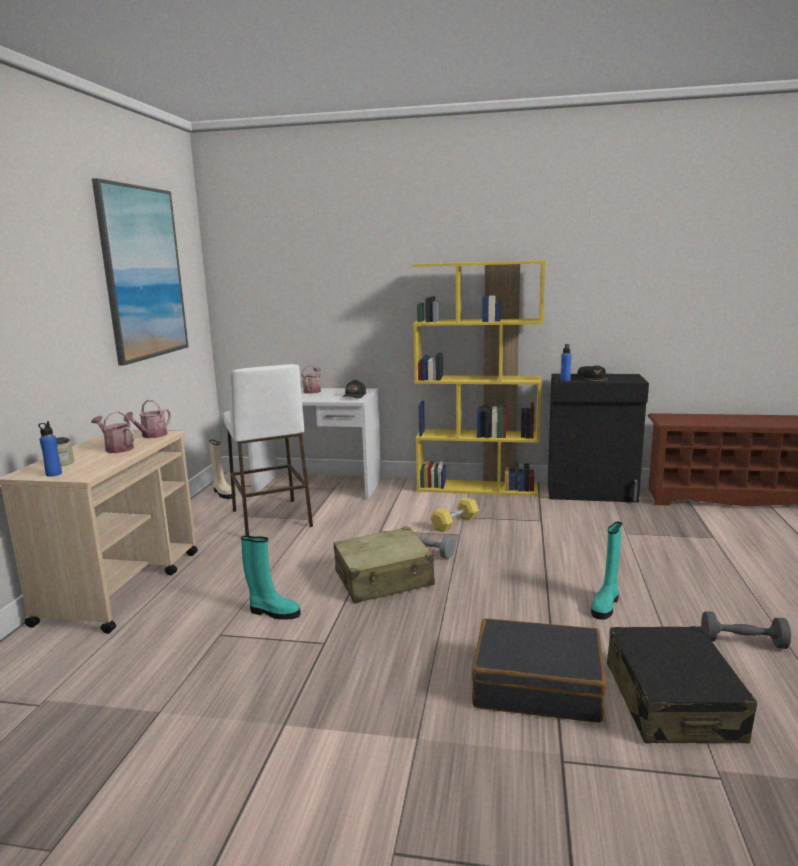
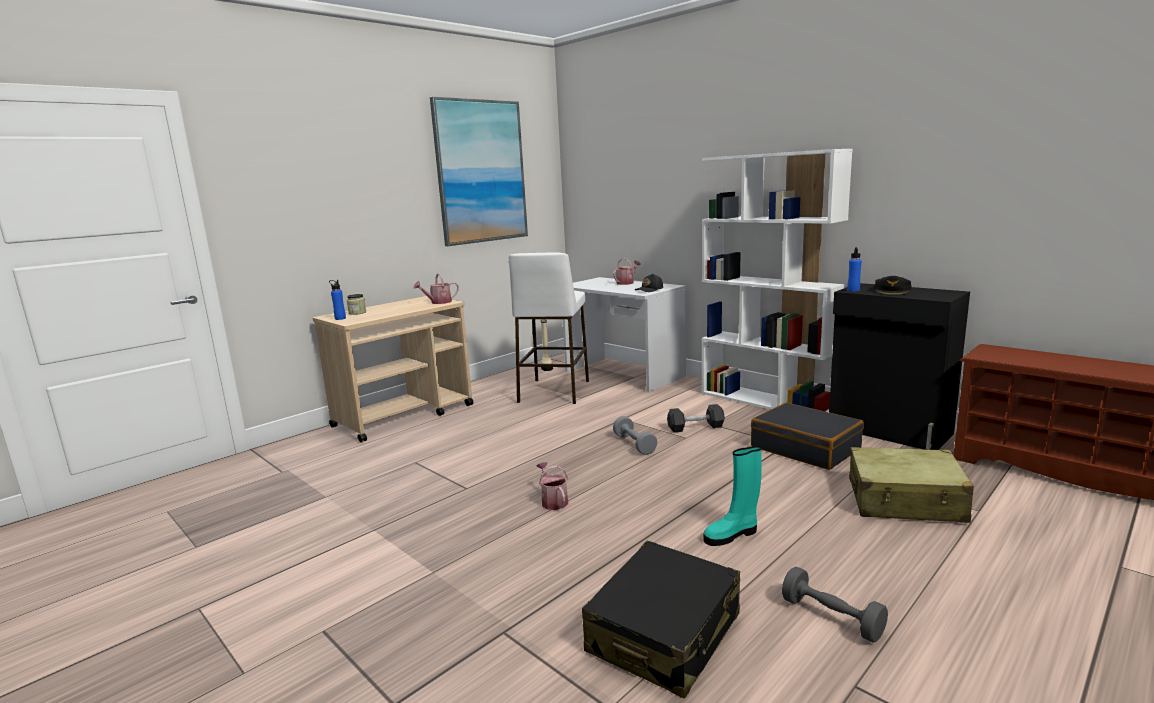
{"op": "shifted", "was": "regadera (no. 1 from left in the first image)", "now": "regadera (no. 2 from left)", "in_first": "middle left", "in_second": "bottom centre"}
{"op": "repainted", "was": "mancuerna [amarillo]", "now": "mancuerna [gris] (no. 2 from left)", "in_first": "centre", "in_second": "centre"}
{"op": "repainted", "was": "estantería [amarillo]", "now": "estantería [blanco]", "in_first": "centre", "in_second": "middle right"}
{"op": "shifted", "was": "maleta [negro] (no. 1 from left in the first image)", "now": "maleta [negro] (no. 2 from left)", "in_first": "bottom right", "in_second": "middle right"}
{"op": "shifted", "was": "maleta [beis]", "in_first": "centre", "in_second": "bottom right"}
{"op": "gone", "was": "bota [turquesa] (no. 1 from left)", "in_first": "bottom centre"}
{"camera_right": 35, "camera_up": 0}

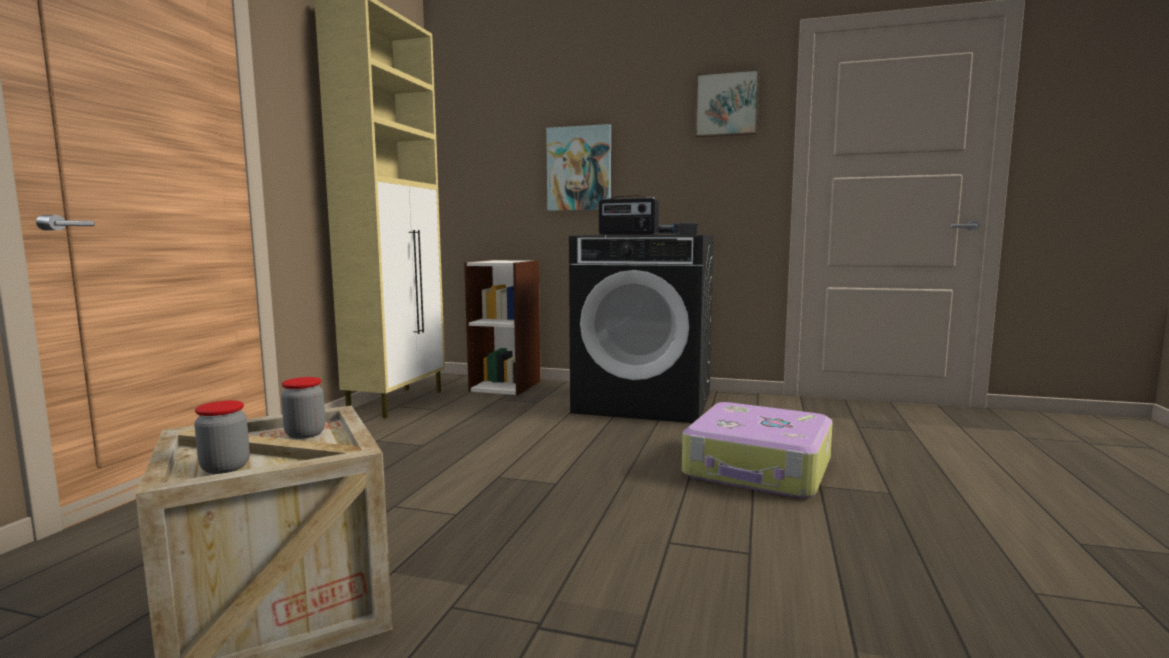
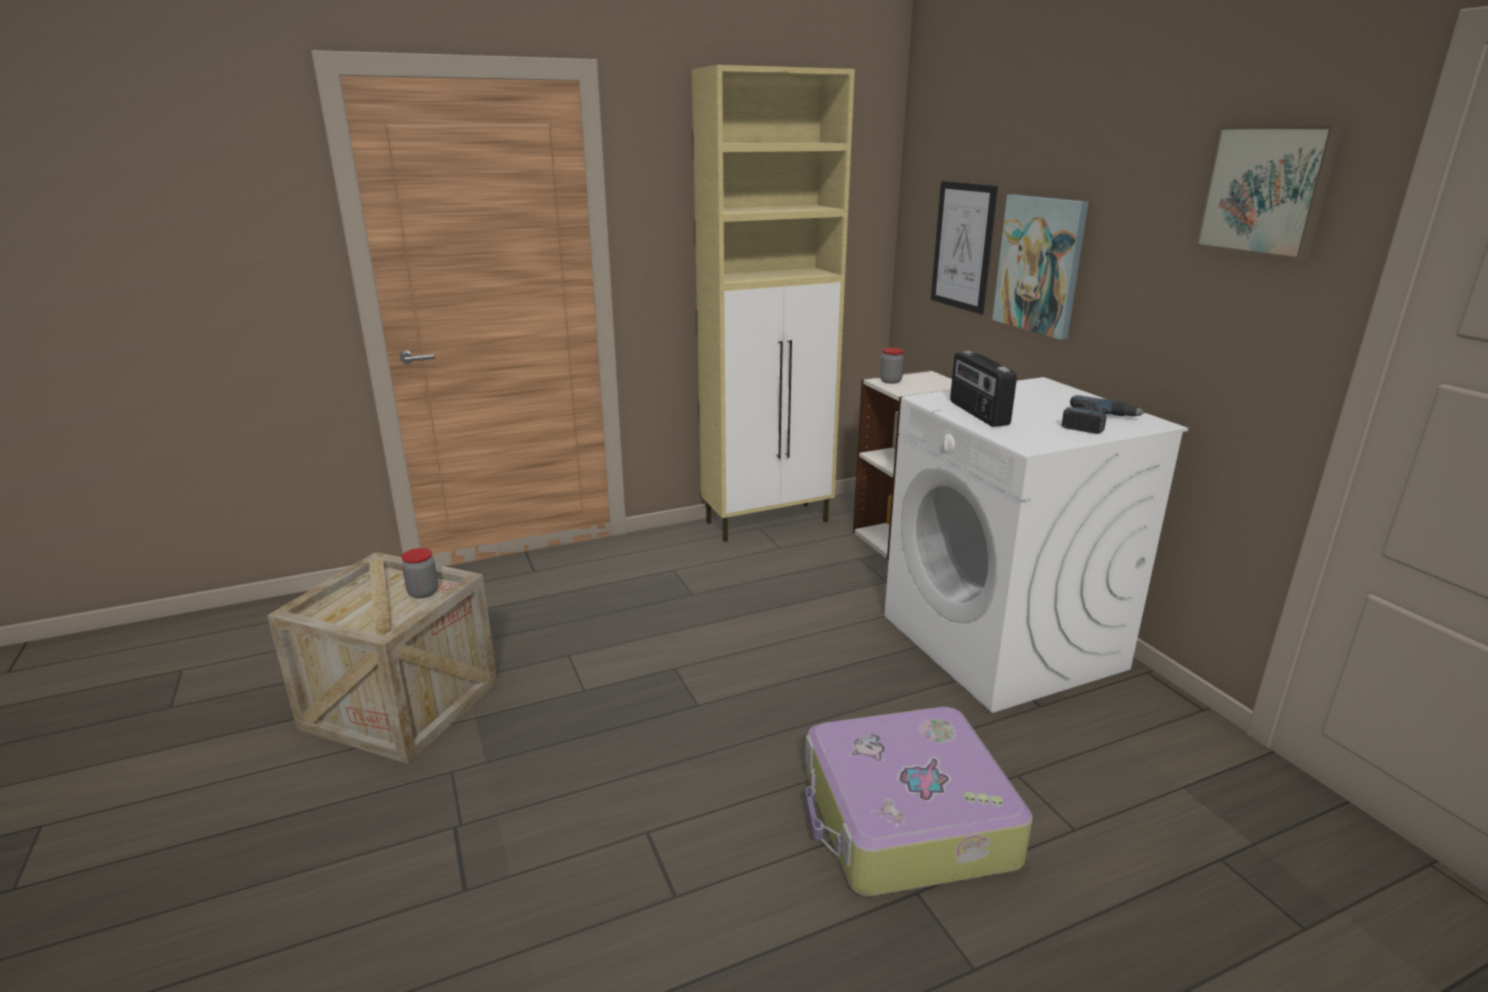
{"op": "shifted", "was": "tarro (no. 1 from left in the first image)", "now": "tarro (no. 2 from left)", "in_first": "middle left", "in_second": "centre"}
{"op": "repainted", "was": "lavadora [negro]", "now": "lavadora [blanco]", "in_first": "centre", "in_second": "middle right"}
{"op": "new", "now": "cuadro (no. 1 from left)", "in_second": "top centre"}
{"camera_right": 50, "camera_up": 15}

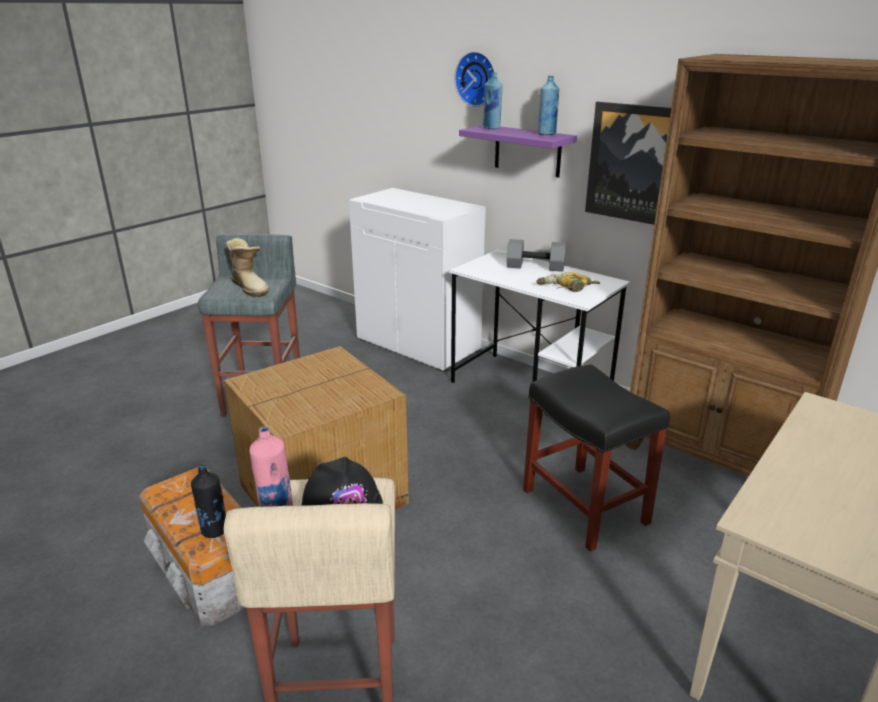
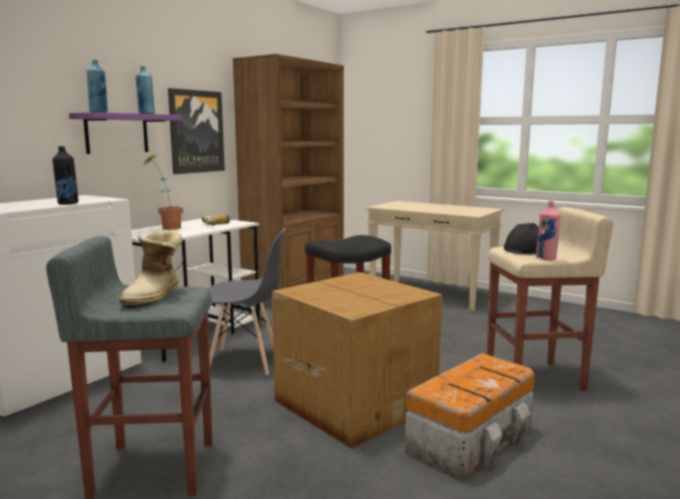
{"op": "shifted", "was": "botella [negro]", "in_first": "bottom left", "in_second": "middle left"}
{"op": "rotated", "was": "bota", "in_first": "middle left", "in_second": "middle left", "clockwise": 150}
{"op": "swapped", "was": "mancuerna [gris]", "now": "planta en maceta", "in_first": "centre", "in_second": "middle left"}
{"op": "new", "now": "silla [gris]", "in_second": "centre"}
{"op": "gone", "was": "reloj de pared", "in_first": "top centre"}
{"camera_right": -95, "camera_up": -15}

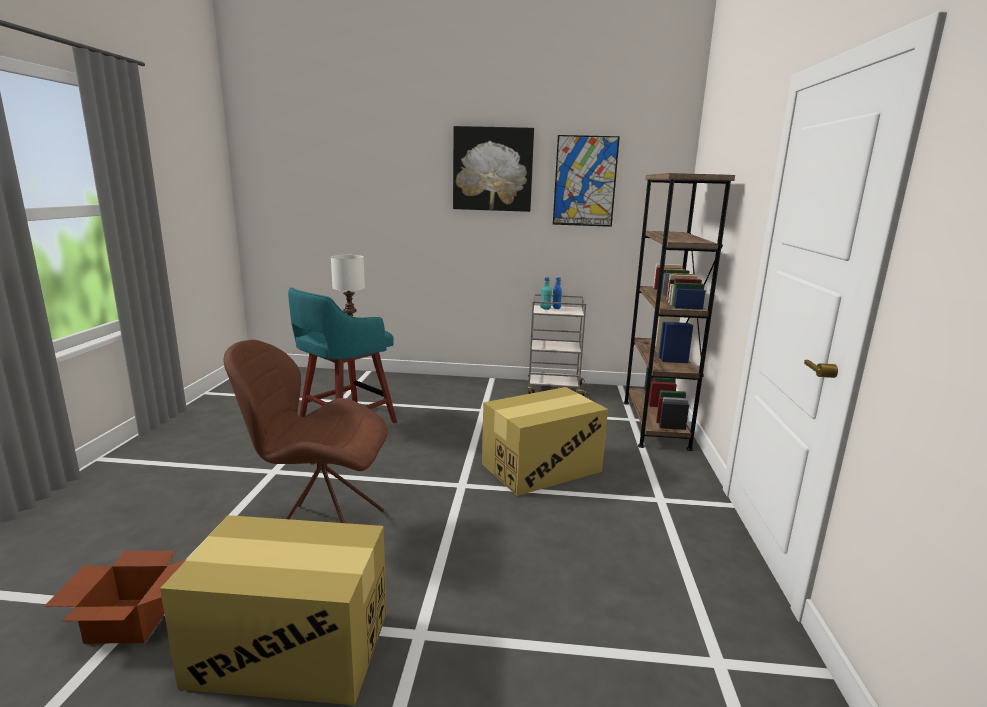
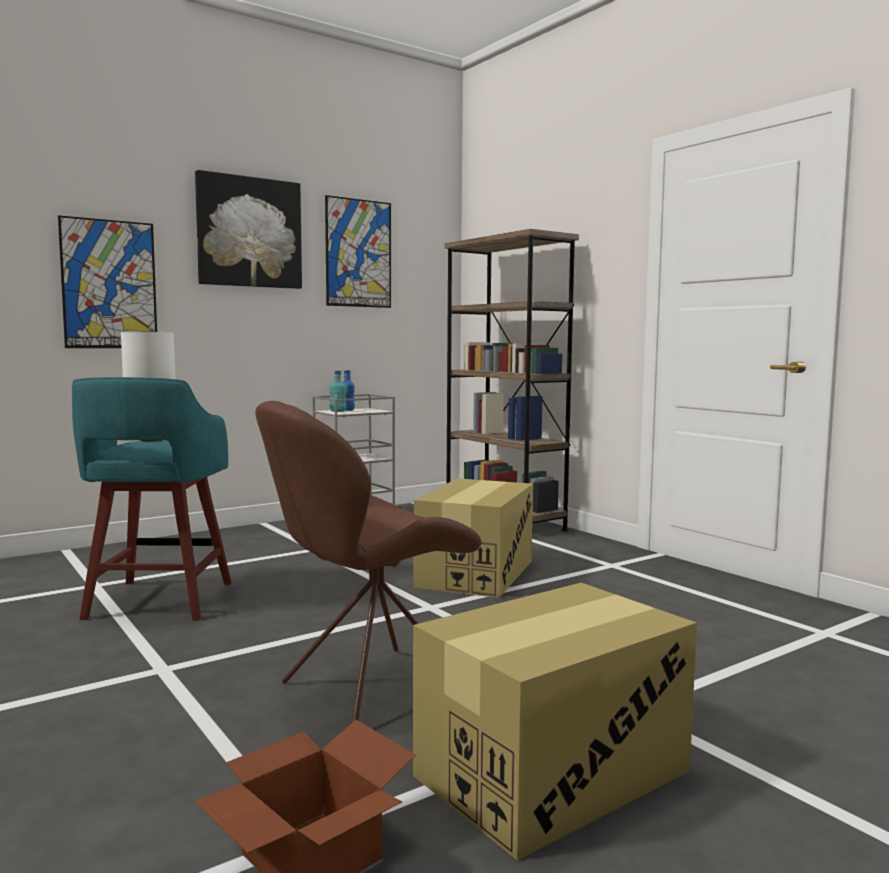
{"op": "new", "now": "cuadro (no. 1 from left)", "in_second": "top left"}
{"camera_right": -40, "camera_up": -10}

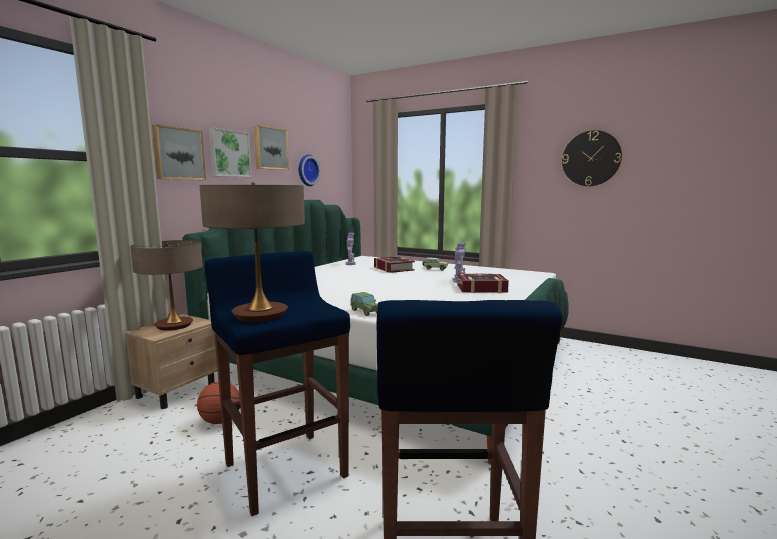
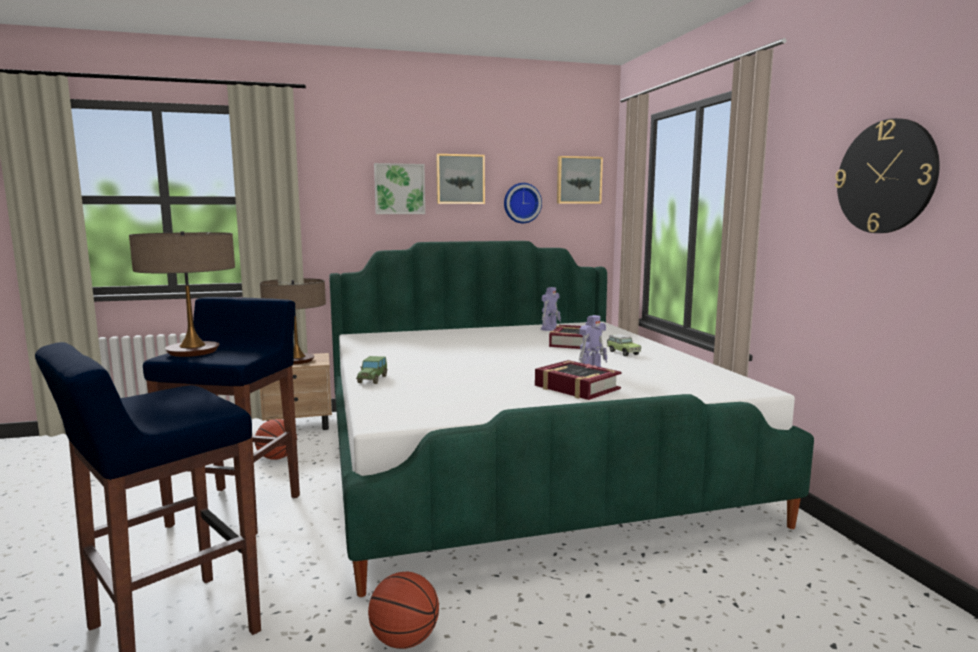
{"op": "new", "now": "balón de baloncesto (no. 2 from left)", "in_second": "bottom centre"}
{"op": "shifted", "was": "cuadro (no. 1 from left in the first image)", "now": "cuadro (no. 3 from left)", "in_first": "top left", "in_second": "top centre"}
{"camera_right": 45, "camera_up": 0}

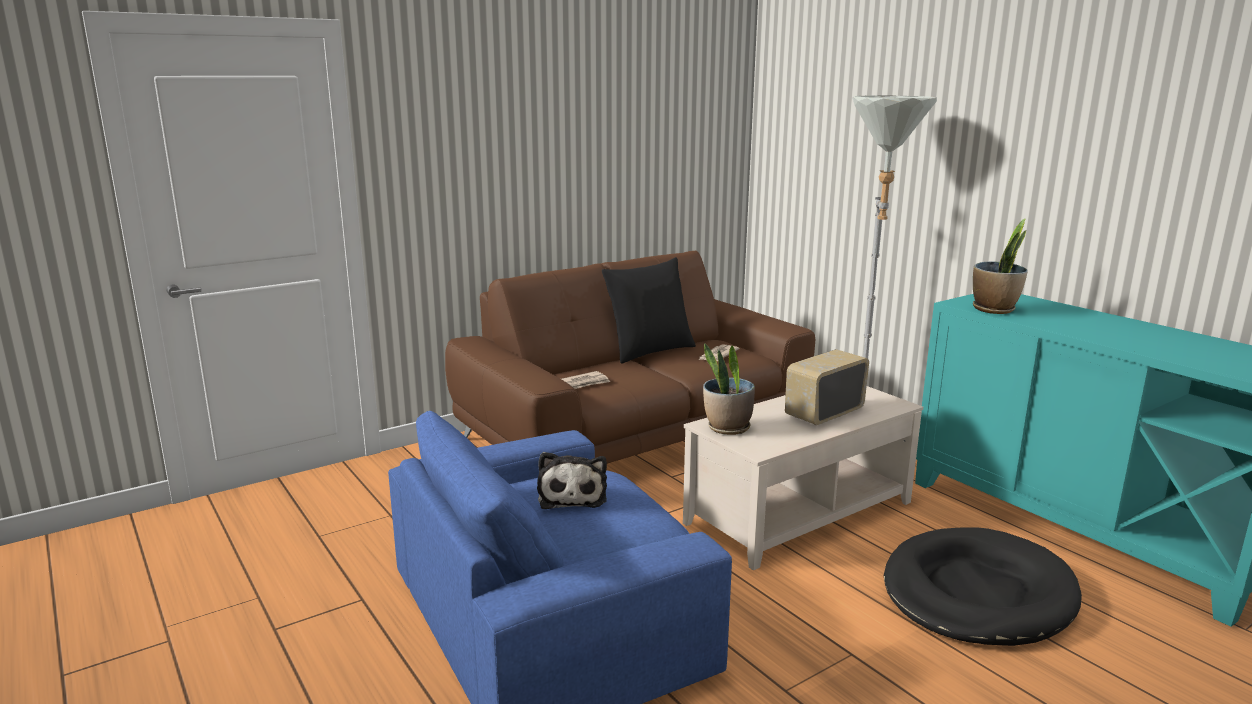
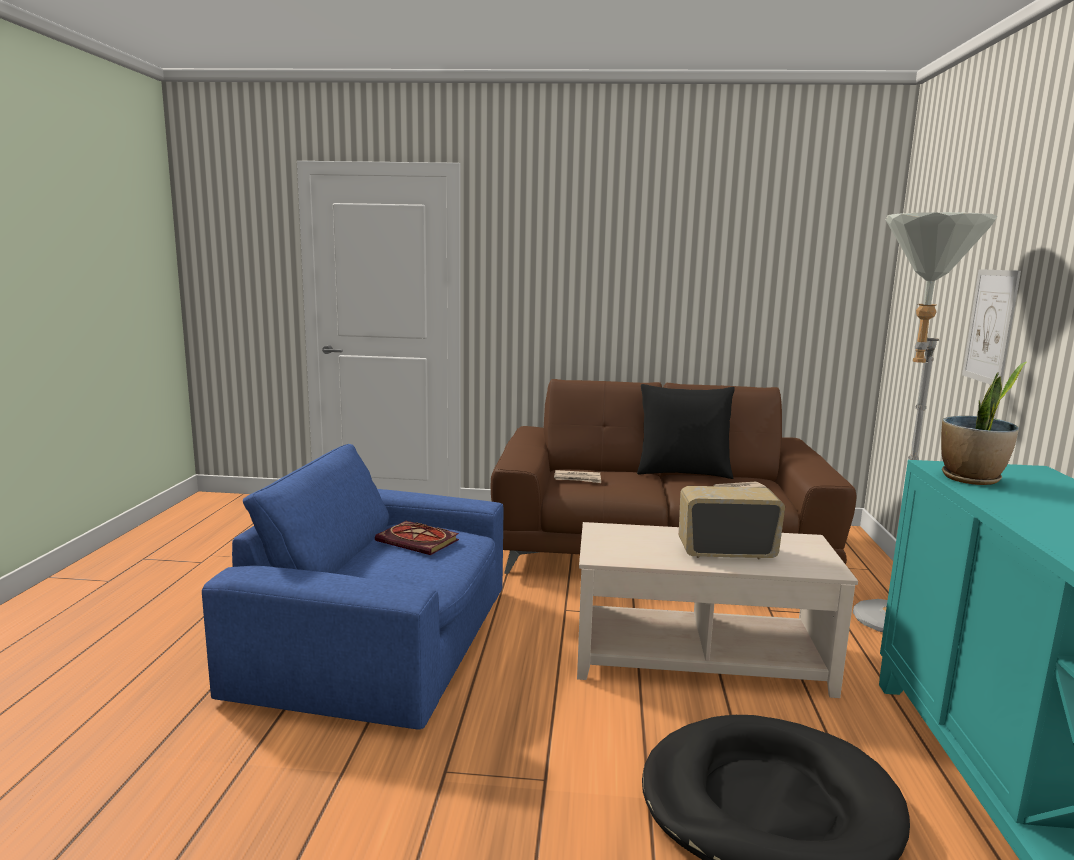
{"op": "swapped", "was": "peluche", "now": "libro", "in_first": "bottom centre", "in_second": "centre"}
{"op": "new", "now": "cuadro", "in_second": "middle right"}
{"op": "gone", "was": "planta en maceta (no. 1 from left)", "in_first": "centre"}
{"camera_right": 40, "camera_up": -5}

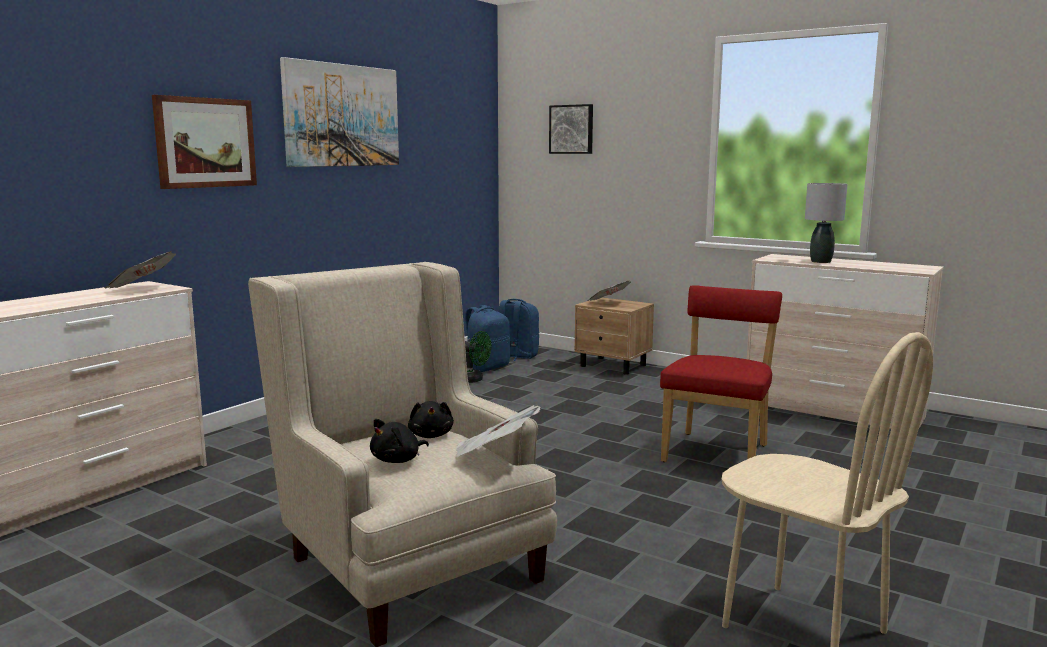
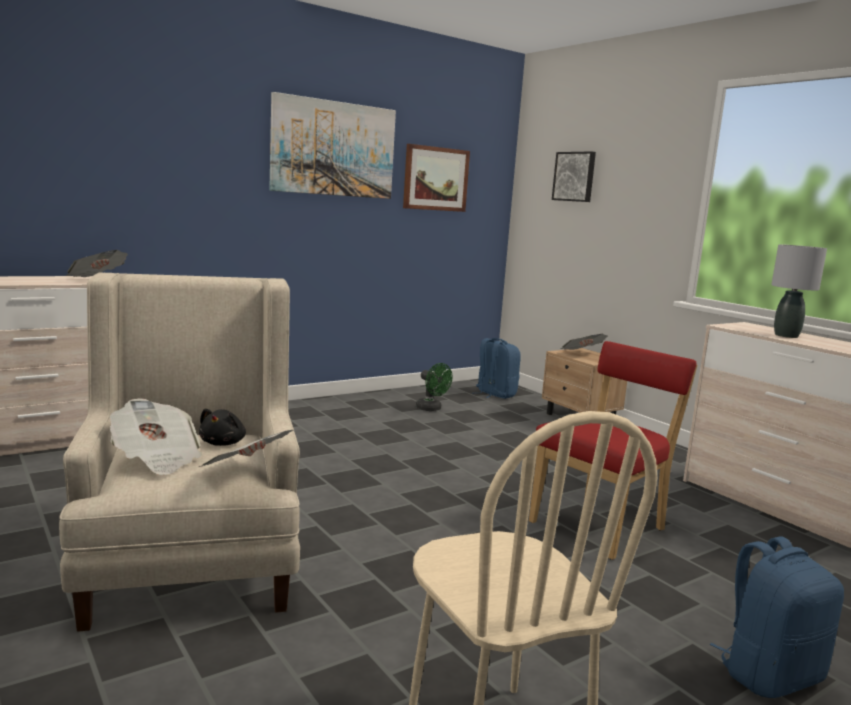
{"op": "swapped", "was": "peluche [negro] (no. 1 from left)", "now": "periódico (no. 2 from left)", "in_first": "bottom centre", "in_second": "middle left"}
{"op": "shifted", "was": "cuadro (no. 1 from left in the first image)", "now": "cuadro (no. 2 from left)", "in_first": "top left", "in_second": "top centre"}
{"op": "shifted", "was": "mochila [azul] (no. 1 from left in the first image)", "now": "mochila [azul] (no. 2 from left)", "in_first": "centre", "in_second": "bottom right"}
{"camera_right": 20, "camera_up": 0}

